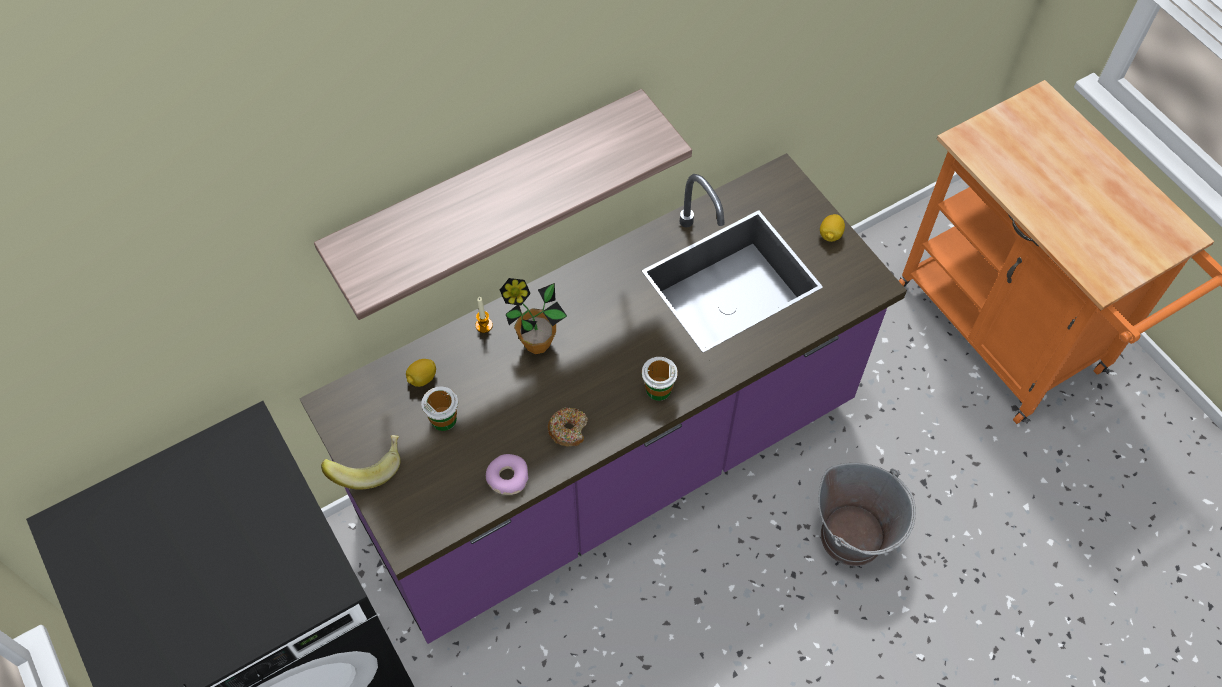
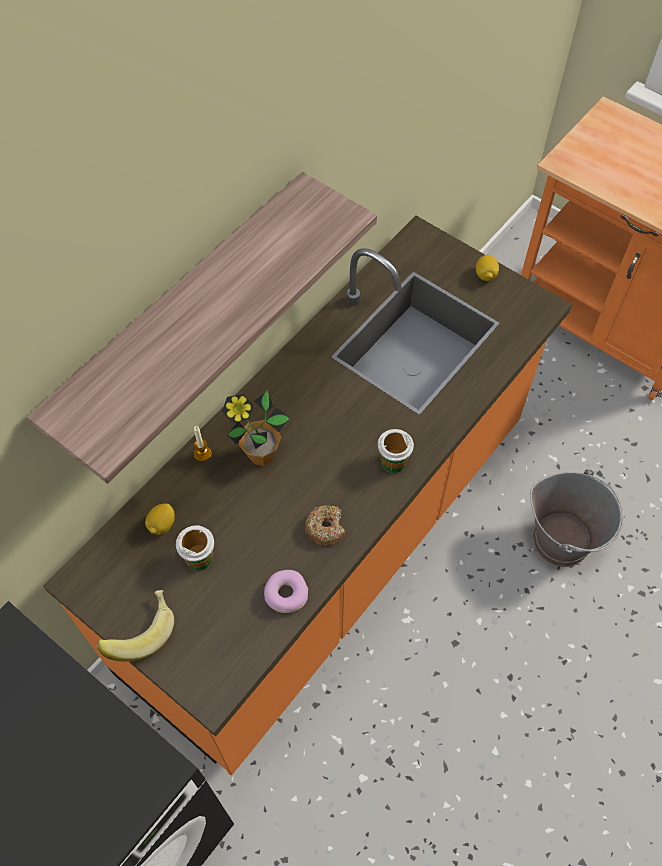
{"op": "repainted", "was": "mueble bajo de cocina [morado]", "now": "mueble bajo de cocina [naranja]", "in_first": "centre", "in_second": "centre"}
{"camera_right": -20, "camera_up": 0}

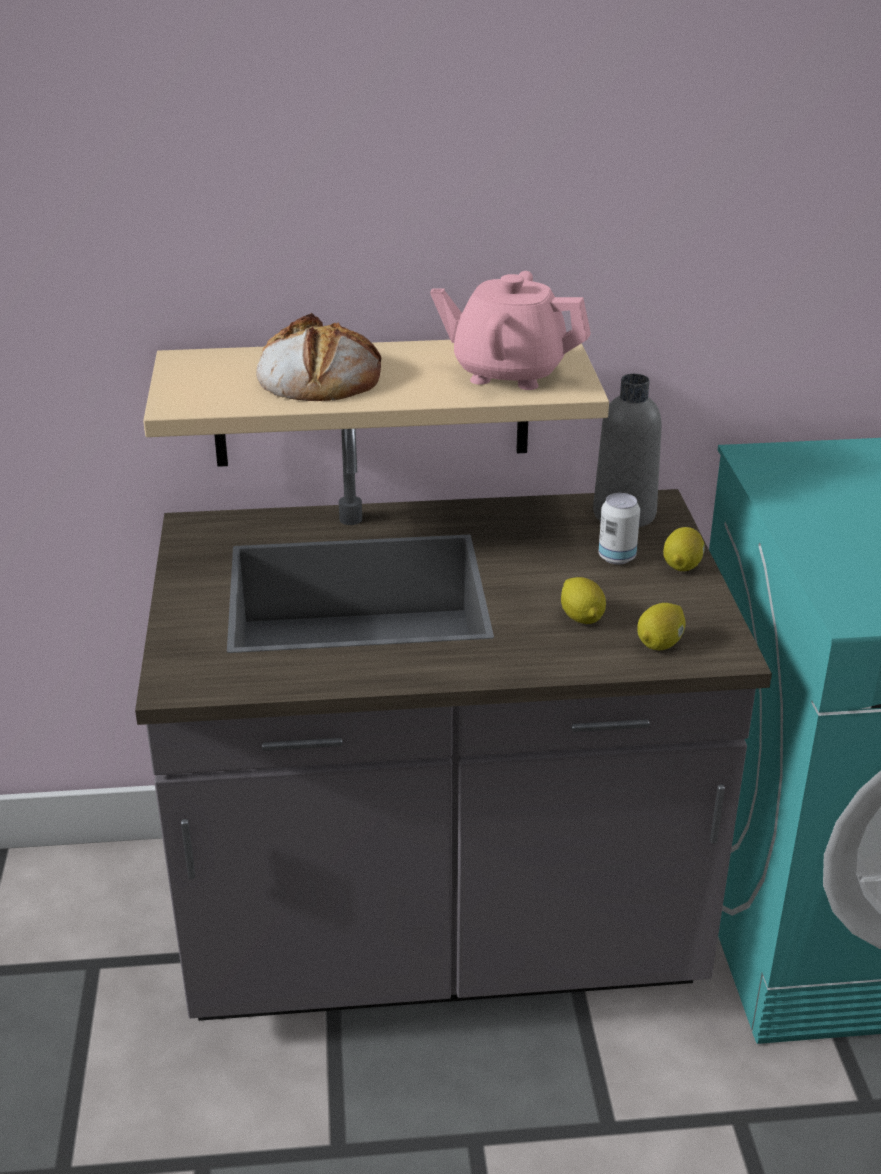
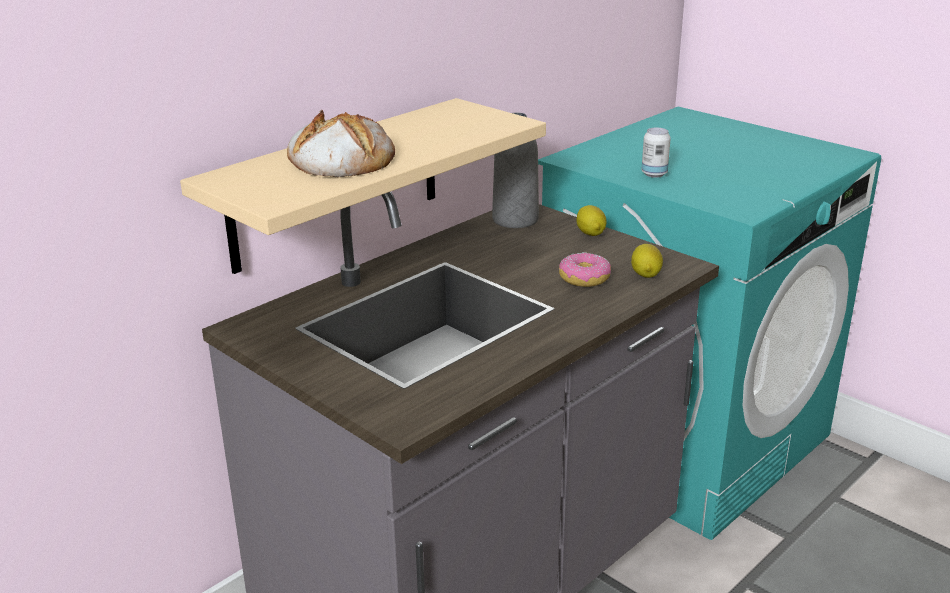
{"op": "swapped", "was": "limón (no. 1 from left)", "now": "rosquilla", "in_first": "centre", "in_second": "centre"}
{"op": "shifted", "was": "lata", "in_first": "middle right", "in_second": "top right"}
{"op": "gone", "was": "tetera [rosa]", "in_first": "top centre"}
{"camera_right": -40, "camera_up": -5}

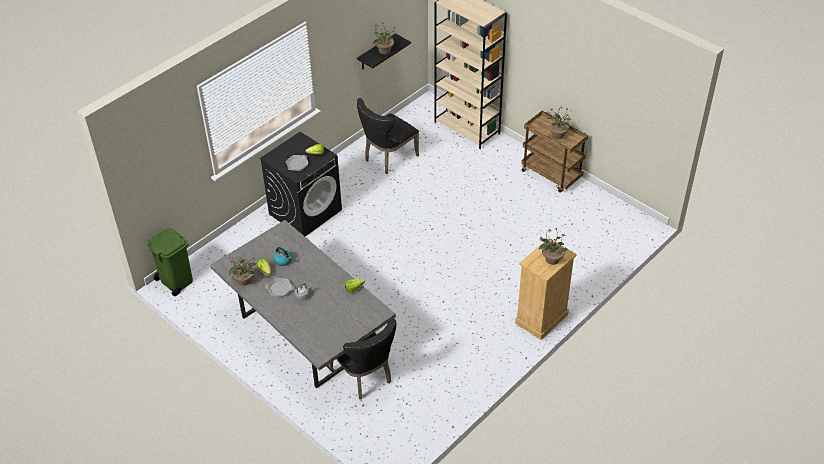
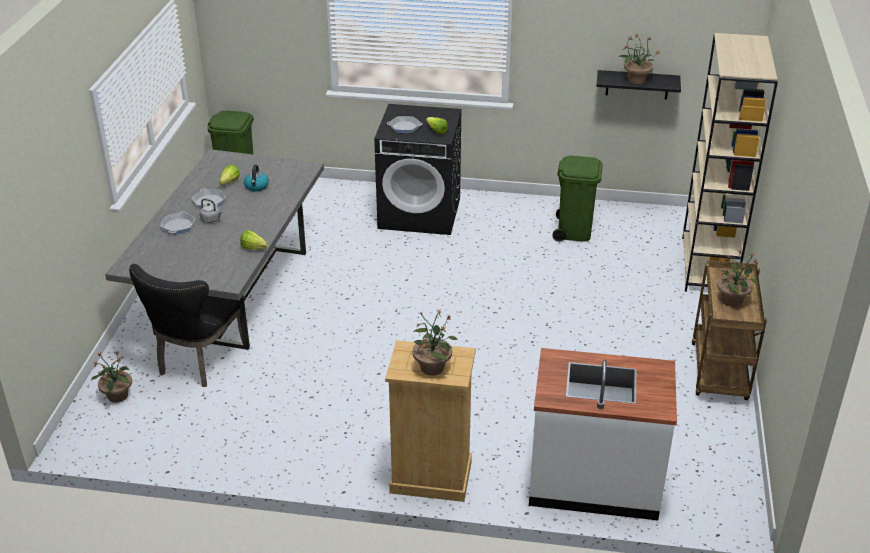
{"op": "shifted", "was": "planta en maceta (no. 1 from left)", "in_first": "middle left", "in_second": "bottom left"}
{"op": "new", "now": "sartén (no. 1 from left)", "in_second": "middle left"}
{"op": "new", "now": "mueble bajo de cocina [blanco]", "in_second": "bottom right"}
{"op": "swapped", "was": "silla [negro] (no. 2 from left)", "now": "papelera [verde] (no. 2 from left)", "in_first": "top centre", "in_second": "centre"}
{"camera_right": 55, "camera_up": -10}

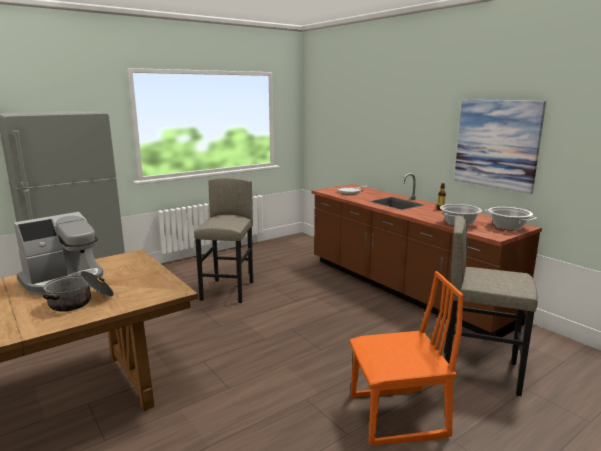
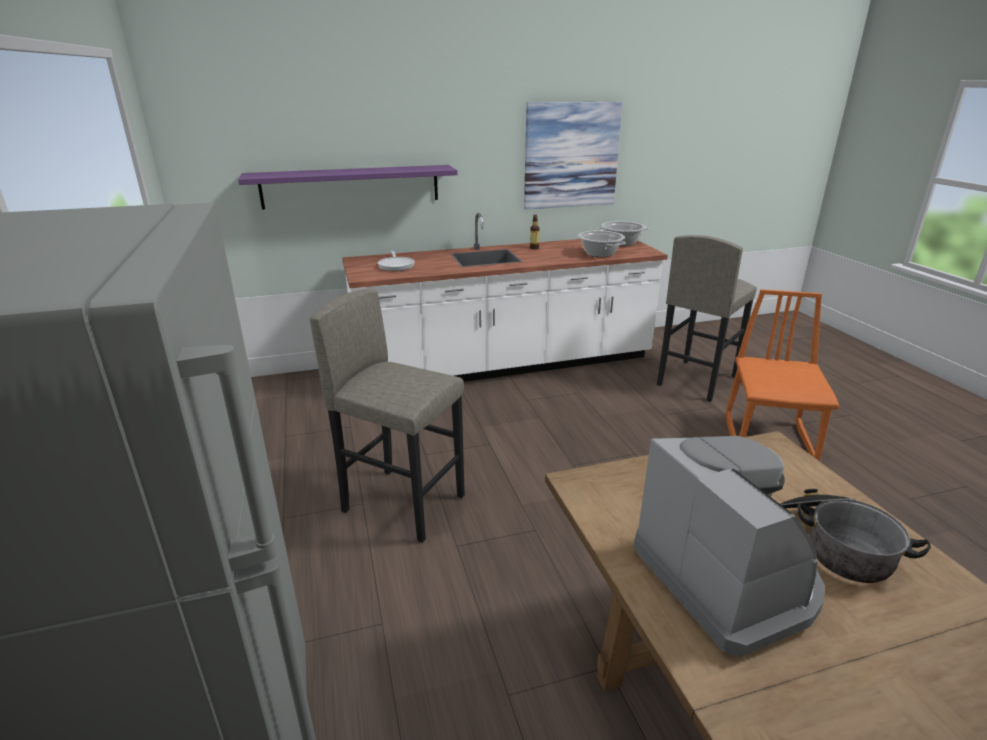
{"op": "new", "now": "estante [morado]", "in_second": "top centre"}
{"op": "repainted", "was": "mueble bajo de cocina [marrón]", "now": "mueble bajo de cocina [blanco]", "in_first": "middle right", "in_second": "centre"}
{"camera_right": -70, "camera_up": 10}

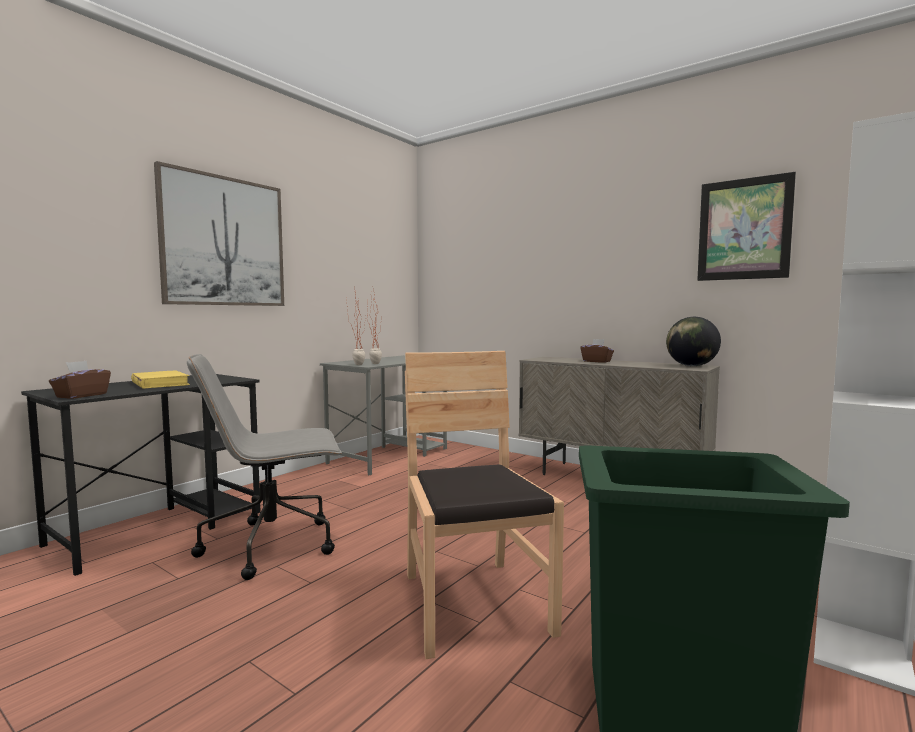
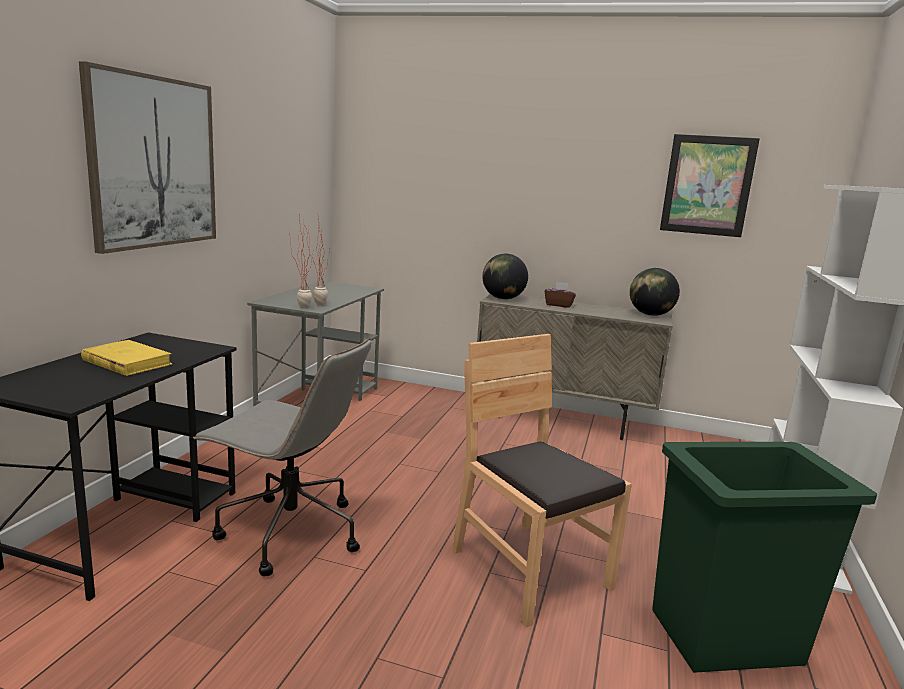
{"op": "rotated", "was": "silla de oficina [gris]", "in_first": "middle left", "in_second": "middle left", "clockwise": -120}
{"op": "new", "now": "globo terráqueo (no. 1 from left)", "in_second": "centre"}
{"op": "gone", "was": "caja de pañuelos [marrón] (no. 1 from left)", "in_first": "middle left"}
{"camera_right": -20, "camera_up": 10}

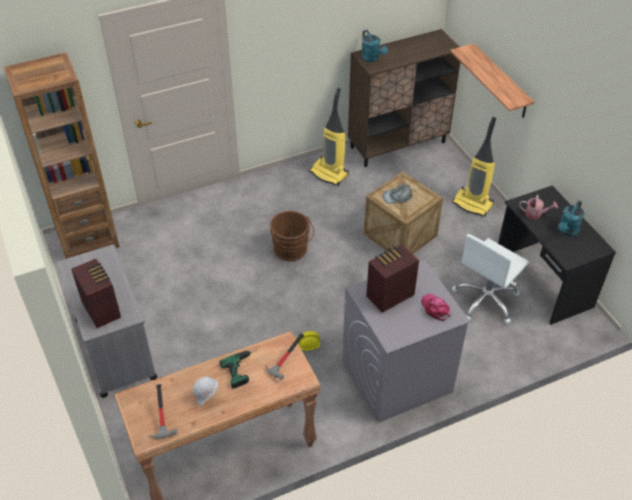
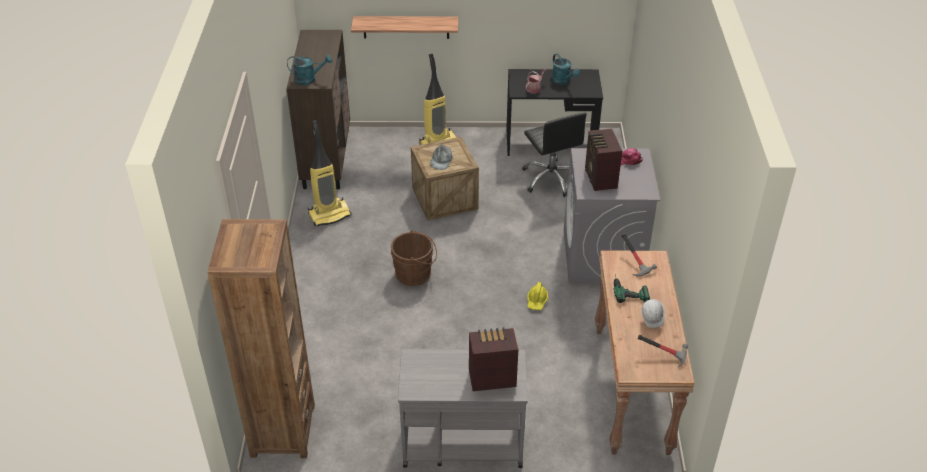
{"op": "repainted", "was": "silla de oficina [blanco]", "now": "silla de oficina [negro]", "in_first": "middle right", "in_second": "top centre"}
{"camera_right": -65, "camera_up": -5}

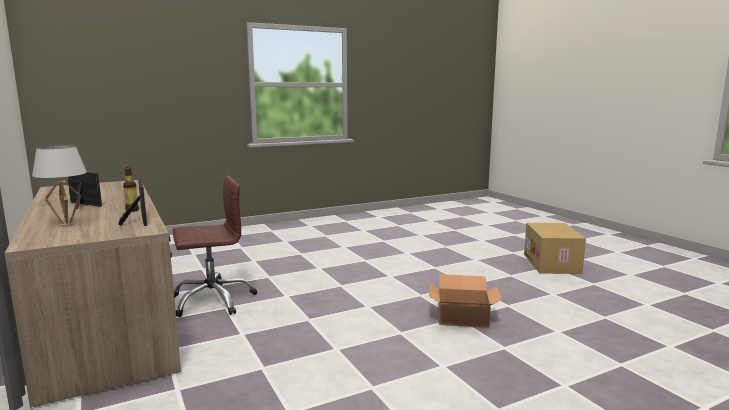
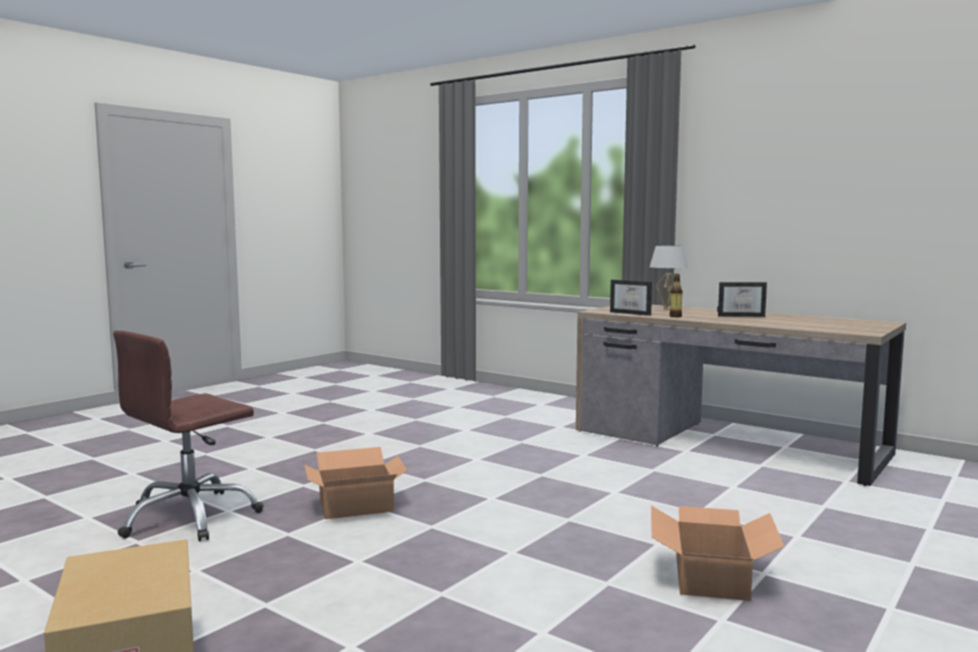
{"op": "shifted", "was": "silla de oficina [marrón]", "in_first": "middle left", "in_second": "bottom left"}
{"op": "new", "now": "caja de cartón (no. 3 from left)", "in_second": "bottom right"}
{"camera_right": 155, "camera_up": -5}

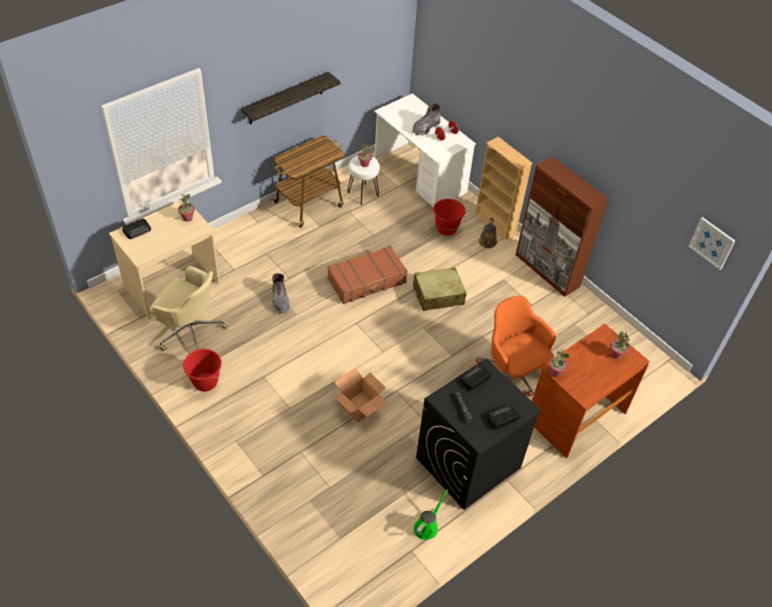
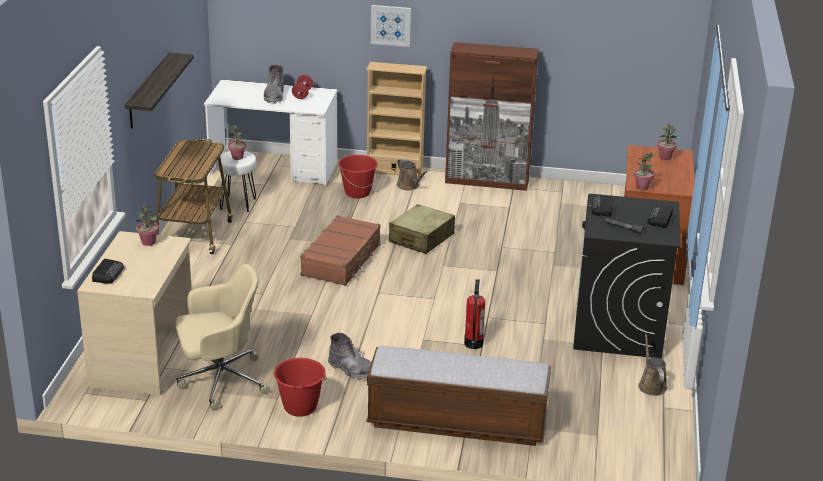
{"op": "shifted", "was": "bota [gris] (no. 1 from left in the first image)", "now": "bota [gris] (no. 2 from left)", "in_first": "centre", "in_second": "bottom centre"}
{"op": "new", "now": "banco", "in_second": "bottom centre"}
{"op": "shifted", "was": "cuadro", "in_first": "middle right", "in_second": "top centre"}
{"op": "swapped", "was": "caja de cartón", "now": "extintor", "in_first": "centre", "in_second": "centre"}
{"op": "repainted", "was": "regadera [verde]", "now": "regadera [marrón] (no. 2 from left)", "in_first": "bottom centre", "in_second": "bottom right"}
{"op": "gone", "was": "silla de oficina [naranja]", "in_first": "middle right"}
{"camera_right": -40, "camera_up": -20}

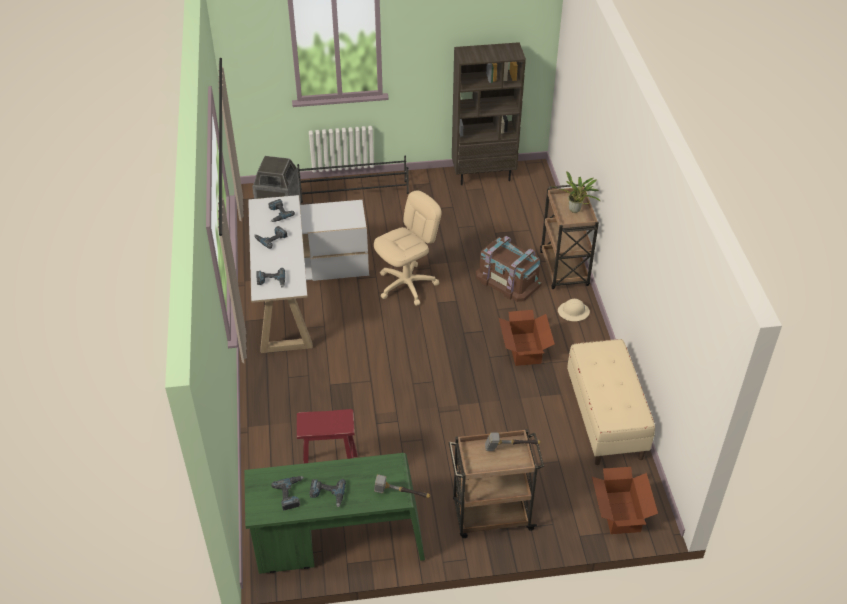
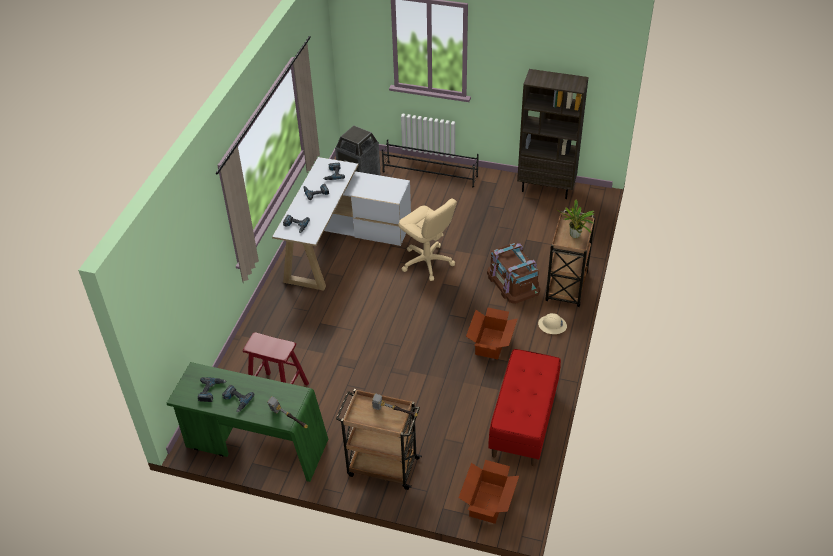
{"op": "rotated", "was": "silla de oficina [beis]", "in_first": "centre", "in_second": "centre", "clockwise": 60}
{"op": "repainted", "was": "banco [beis]", "now": "banco [rojo]", "in_first": "middle right", "in_second": "bottom centre"}
{"camera_right": 25, "camera_up": 0}

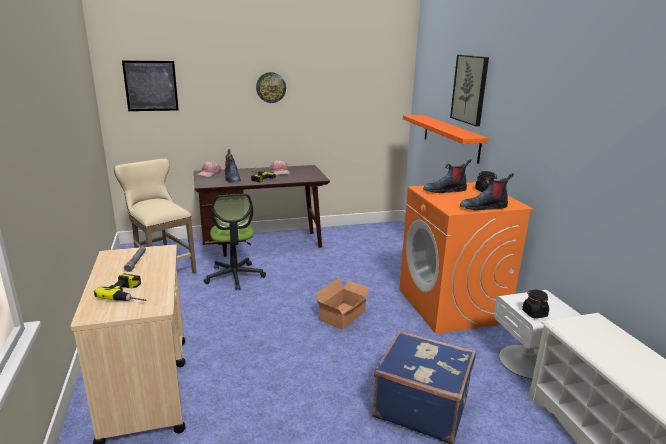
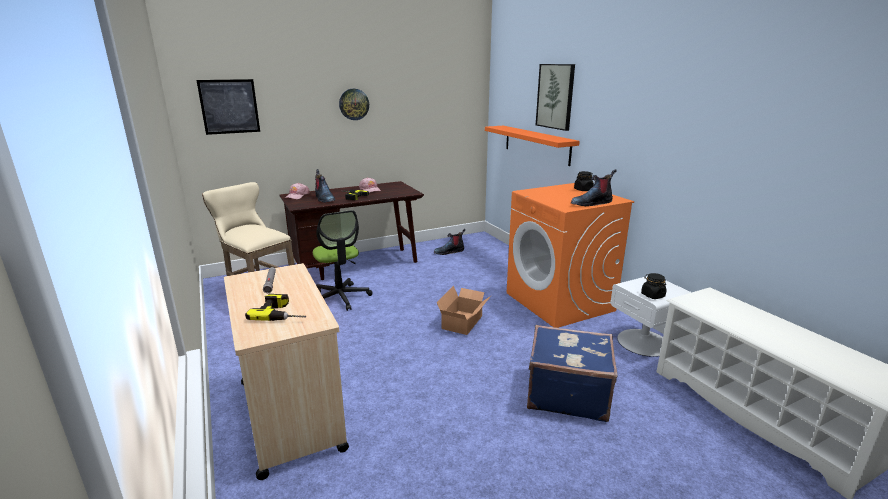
{"op": "shifted", "was": "bota (no. 2 from left)", "in_first": "middle right", "in_second": "centre"}
{"camera_right": -10, "camera_up": 0}

